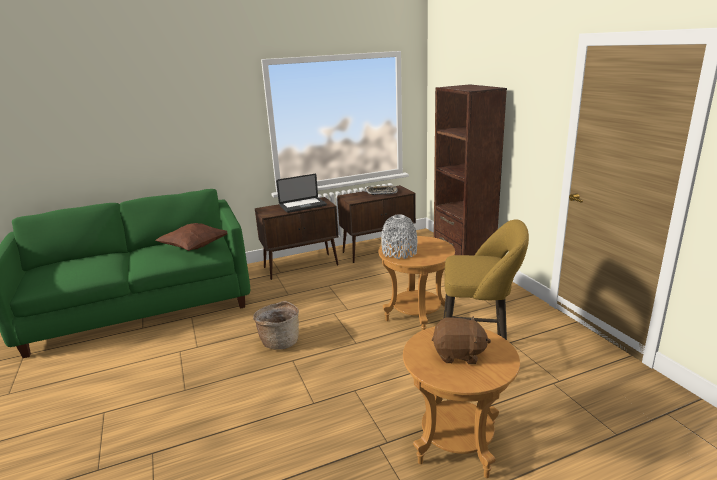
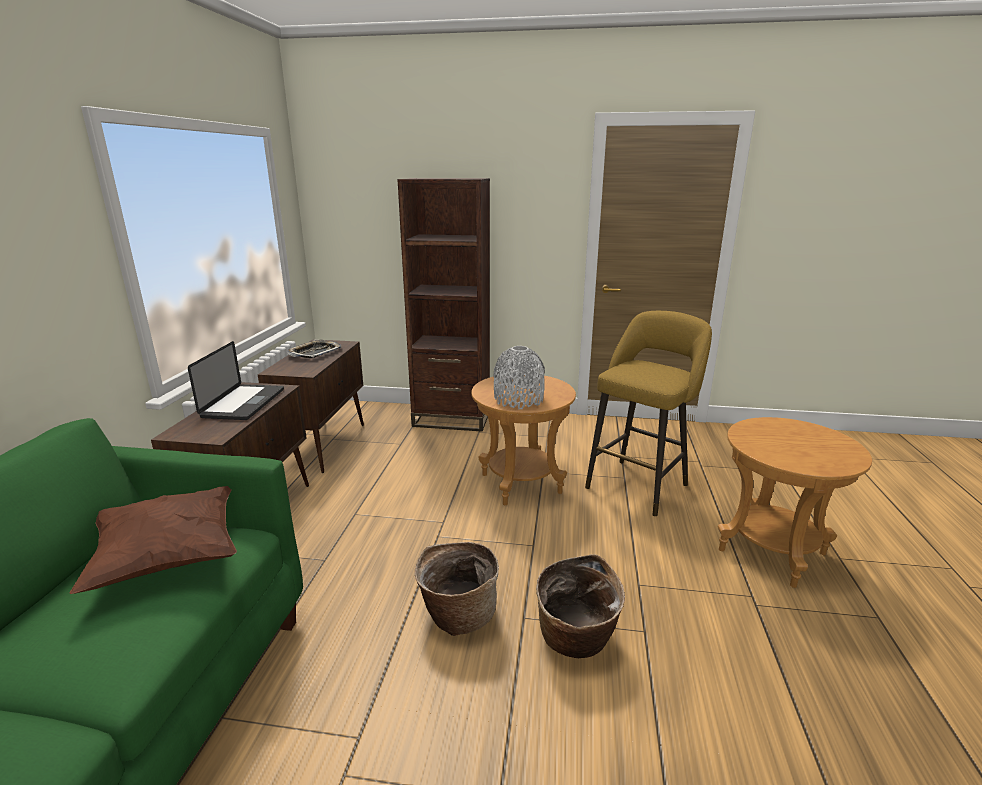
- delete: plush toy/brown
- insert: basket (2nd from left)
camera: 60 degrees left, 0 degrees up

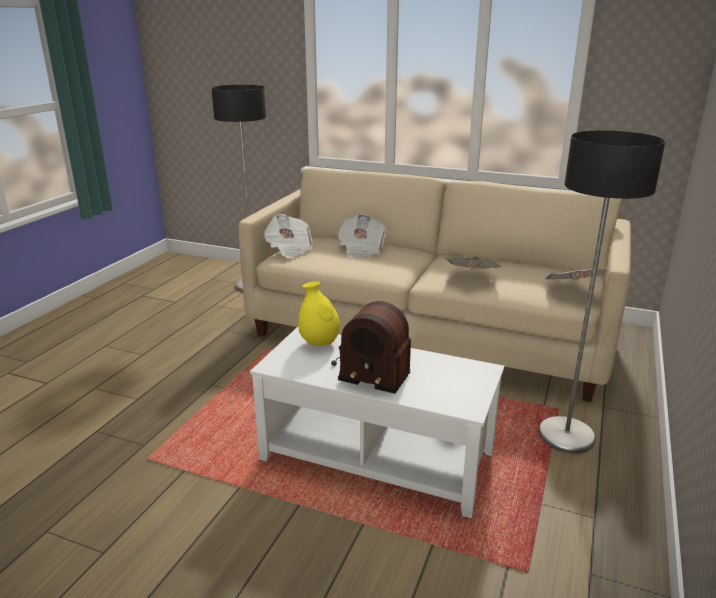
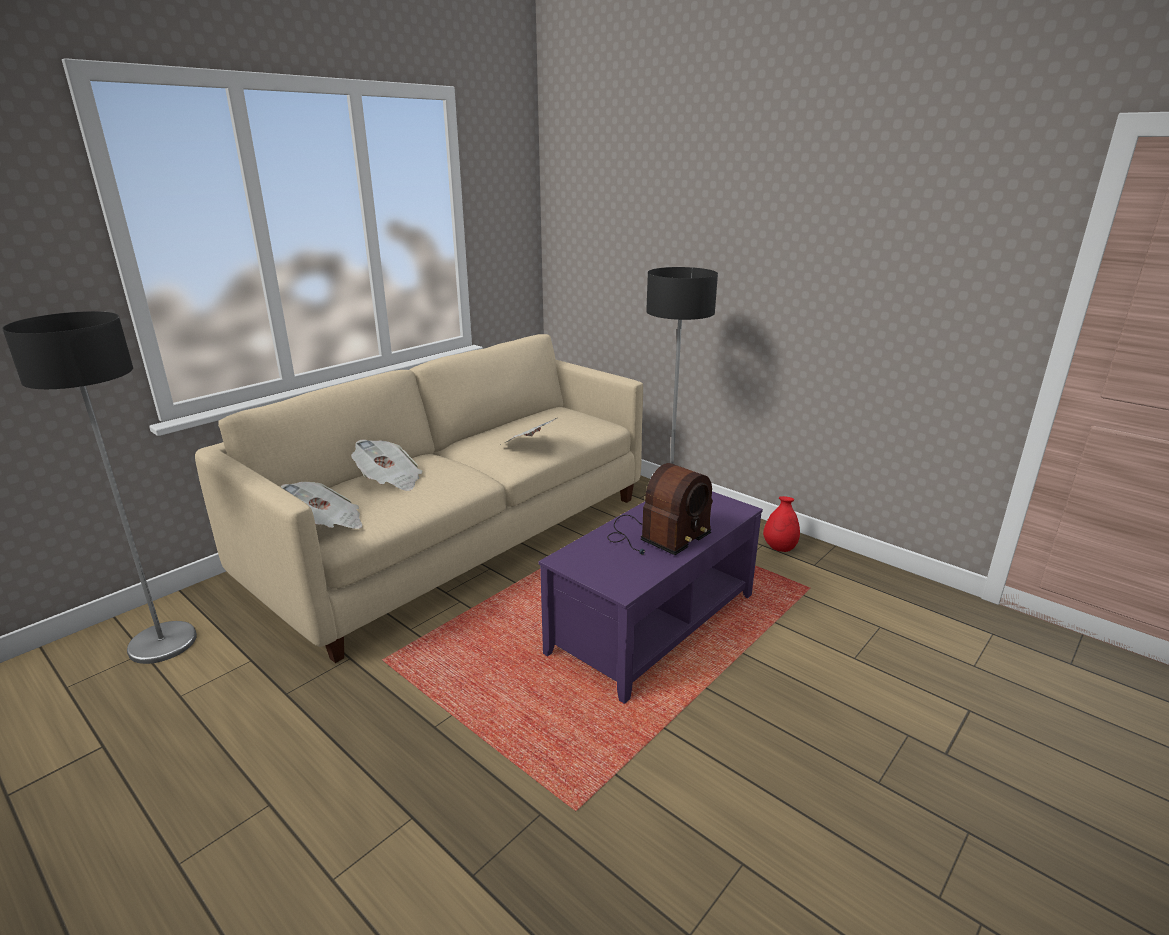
- delete: newspaper (4th from left)
- delete: vase/yellow
- recolor: coffee table/white to coffee table/purple
- insert: vase/red
camera: 70 degrees left, 0 degrees up

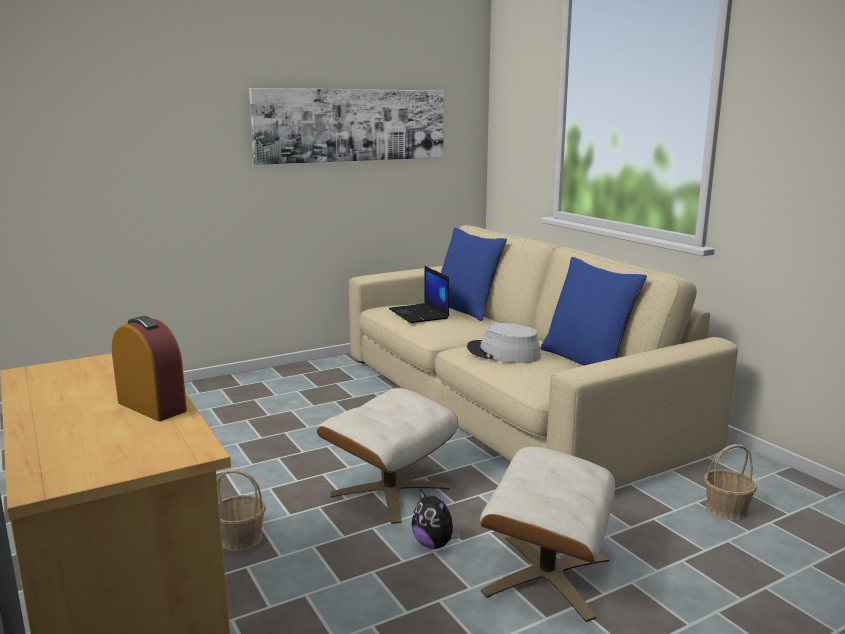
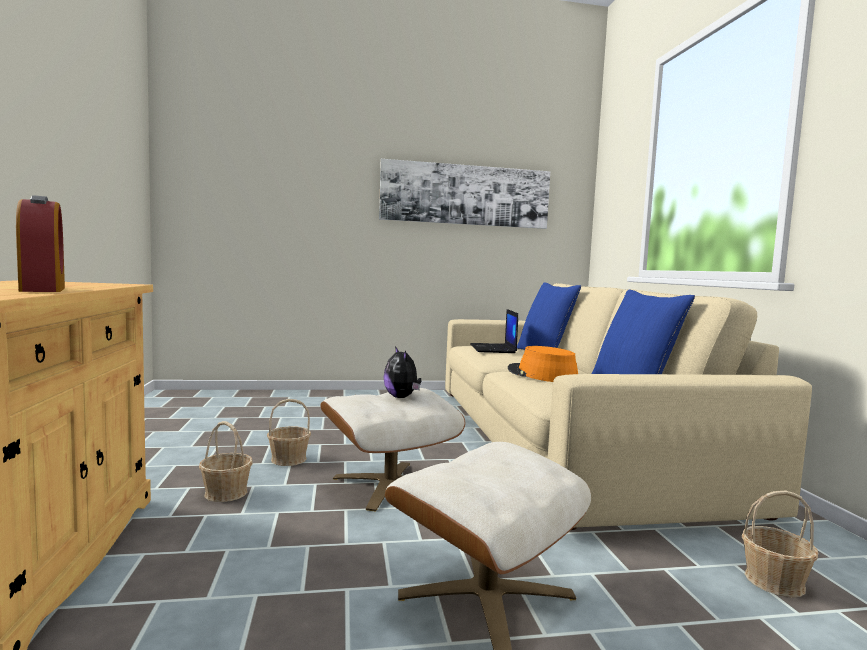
- recolor: hat/grey to hat/orange
- move: plush toy
- insert: basket (2nd from left)
camera: 20 degrees right, 10 degrees down

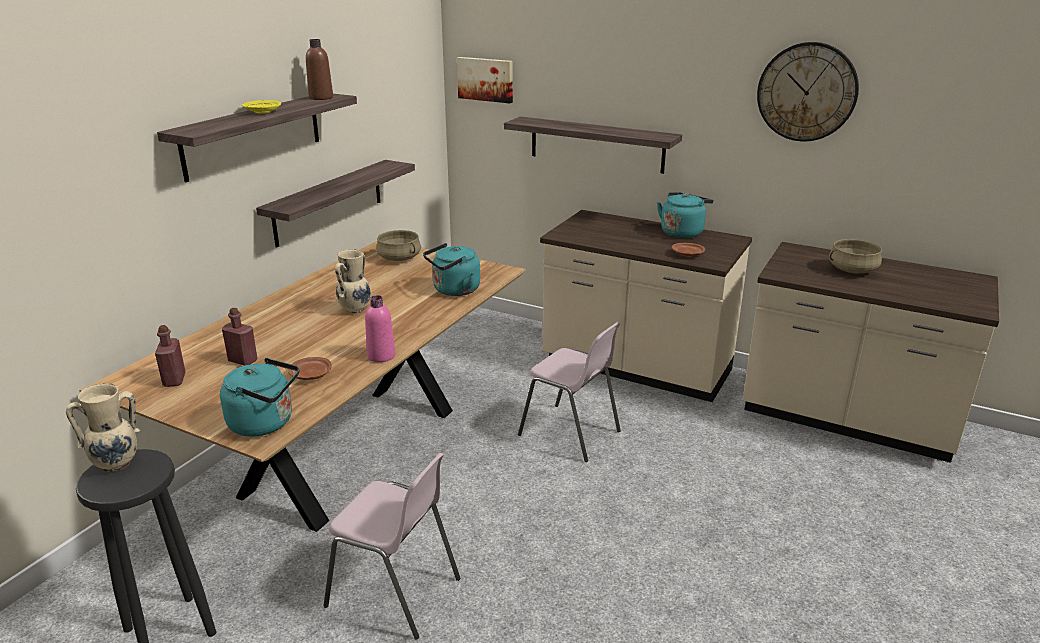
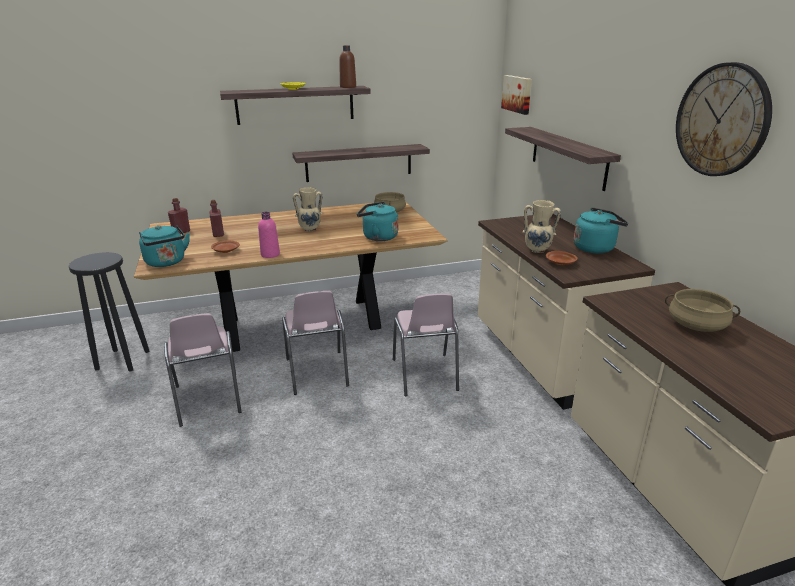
- move: vase/beige (1st from left in the first image) to vase/beige (2nd from left)
- insert: chair/pink (2nd from left)
camera: 45 degrees right, 0 degrees up

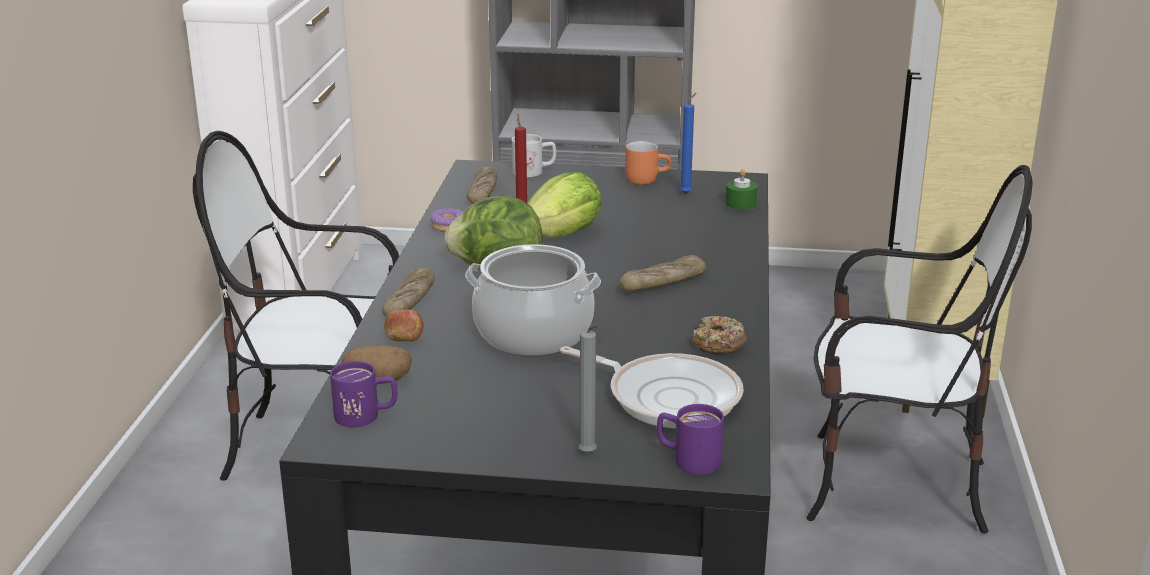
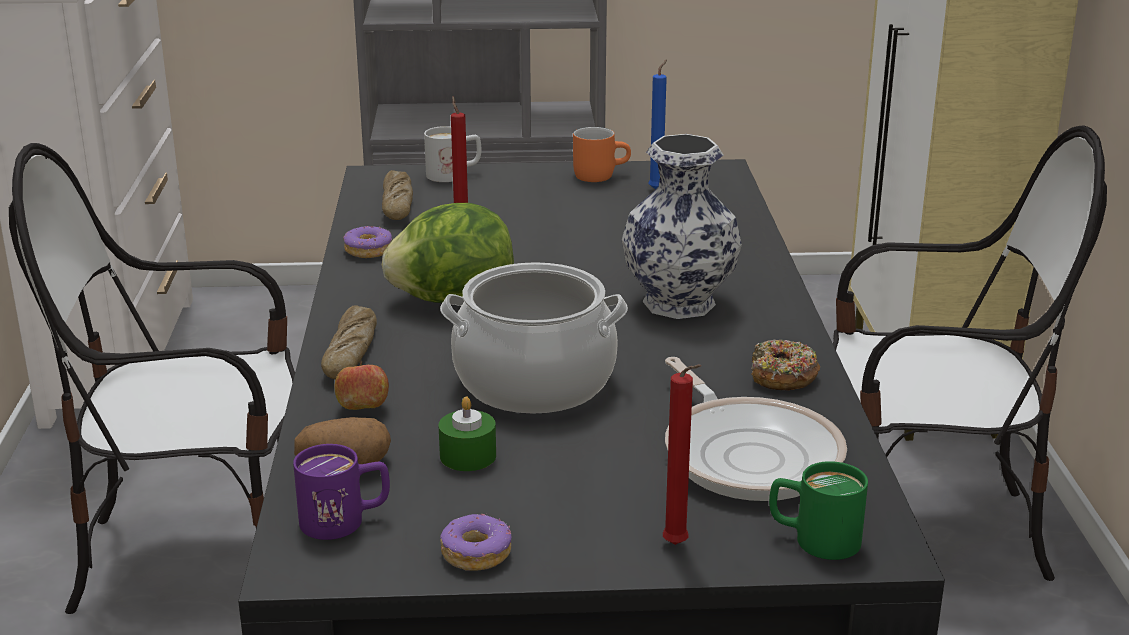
- move: candle/green
- delete: lettuce (2nd from left)
- replace: bread (3rd from left) to vase
- recolor: candle/grey to candle/red (2nd from left)
- rotate: frying pan 45 degrees clockwise
- recolor: mug/purple (2nd from left) to mug/green
- insert: donut (2nd from left)
camera: 10 degrees left, 0 degrees up

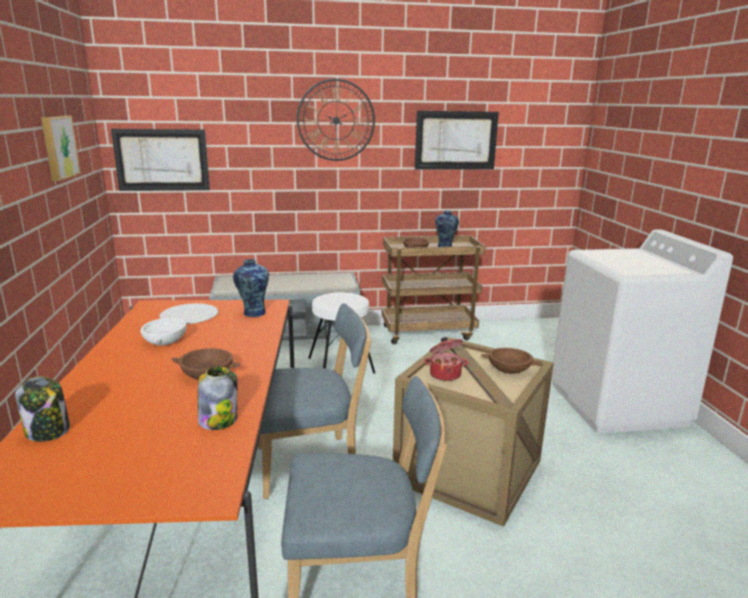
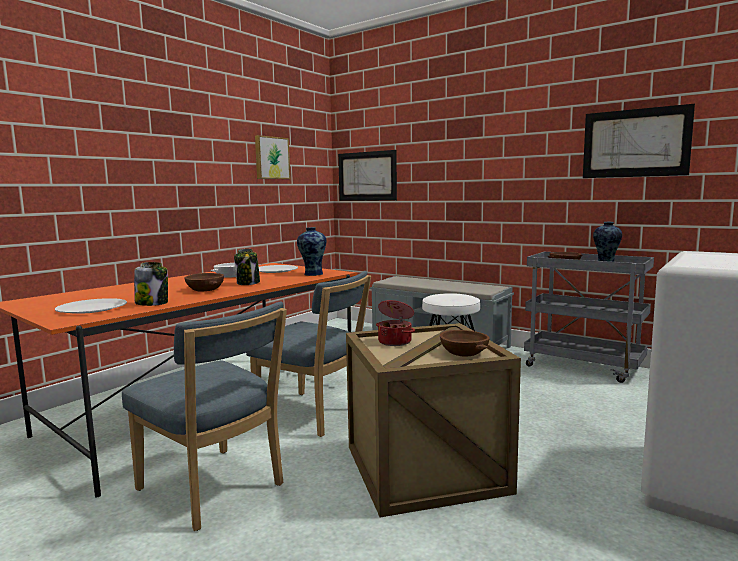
- delete: wall clock
- recolor: cart/brown to cart/grey
- move: jar (1st from left in the first image) to jar (2nd from left)
- insert: plate/white (1st from left)
camera: 45 degrees right, 10 degrees down

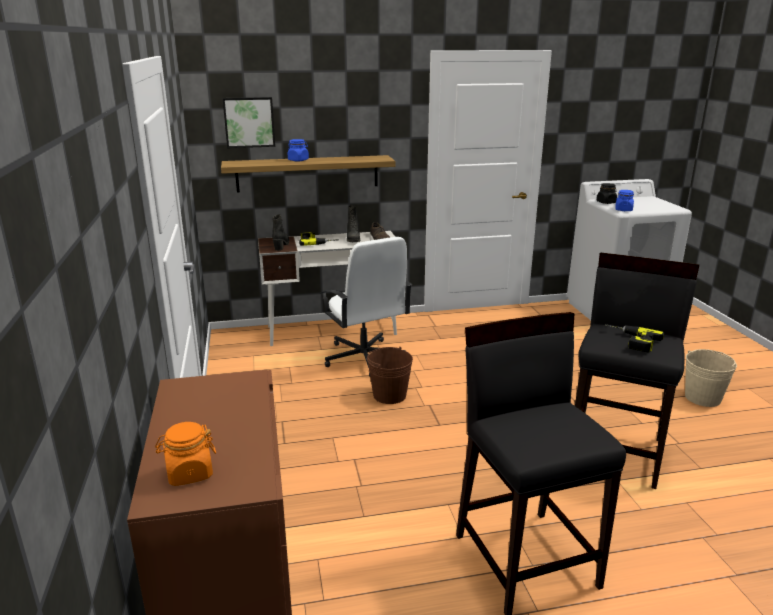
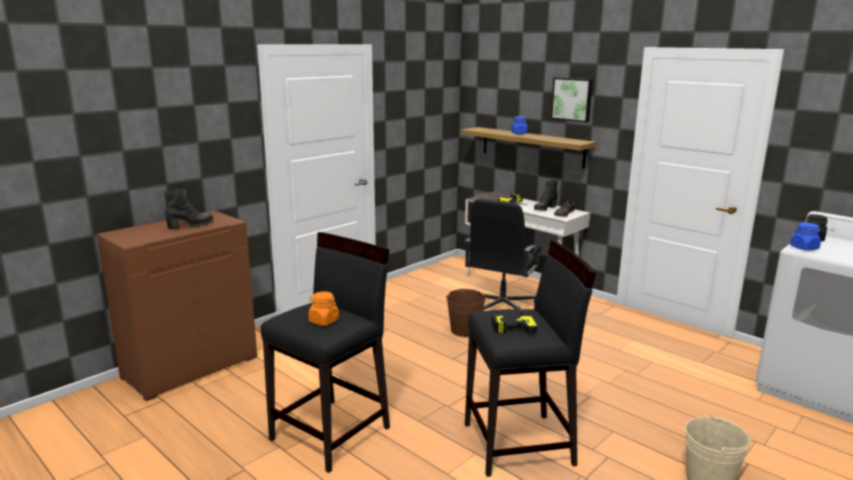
- move: picture
- move: boot/black (1st from left)
- recolor: office chair/white to office chair/black
- move: jar/orange
camera: 55 degrees right, 5 degrees down

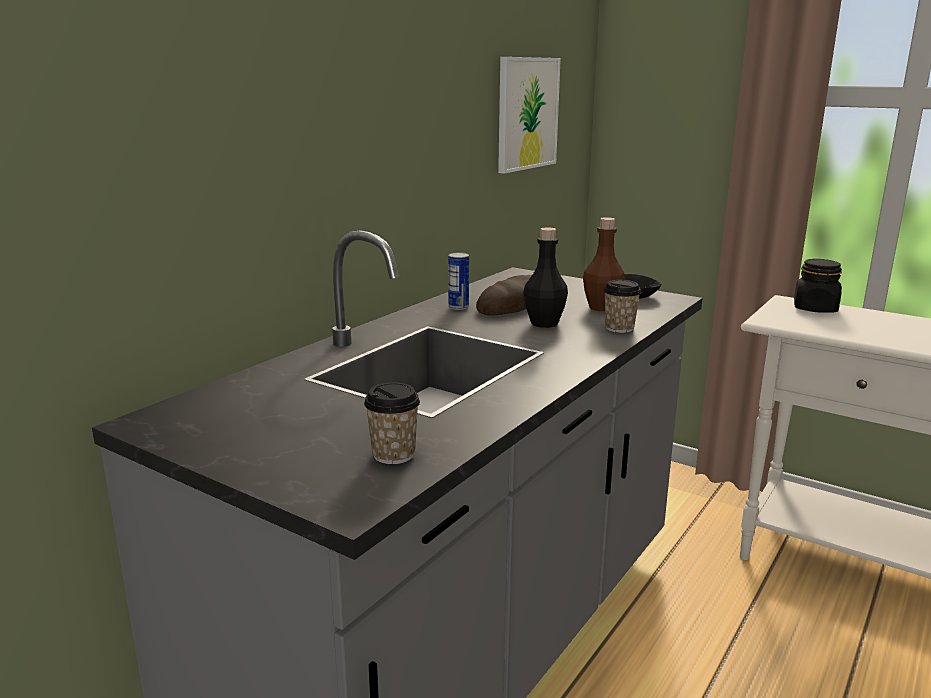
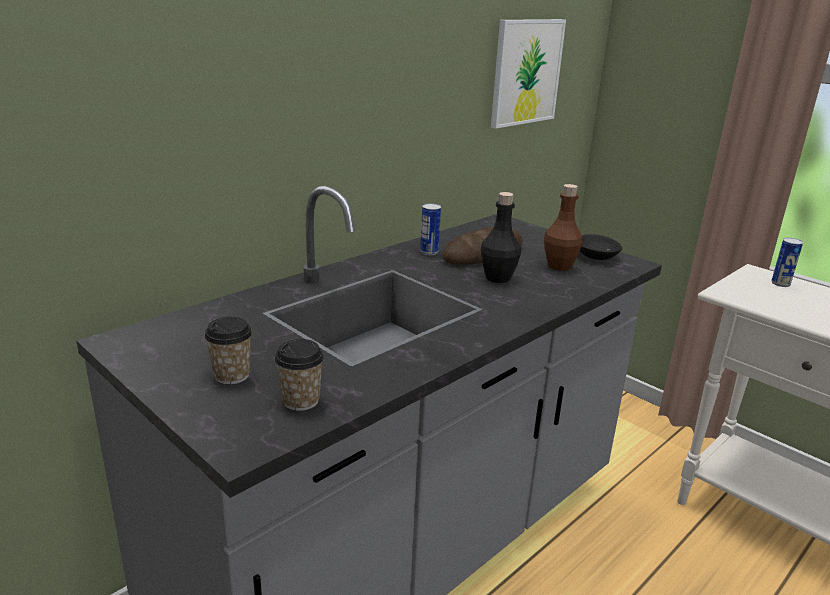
- replace: jar/black to can (2nd from left)
- move: cup (2nd from left in the first image) to cup (1st from left)
camera: 10 degrees right, 5 degrees up

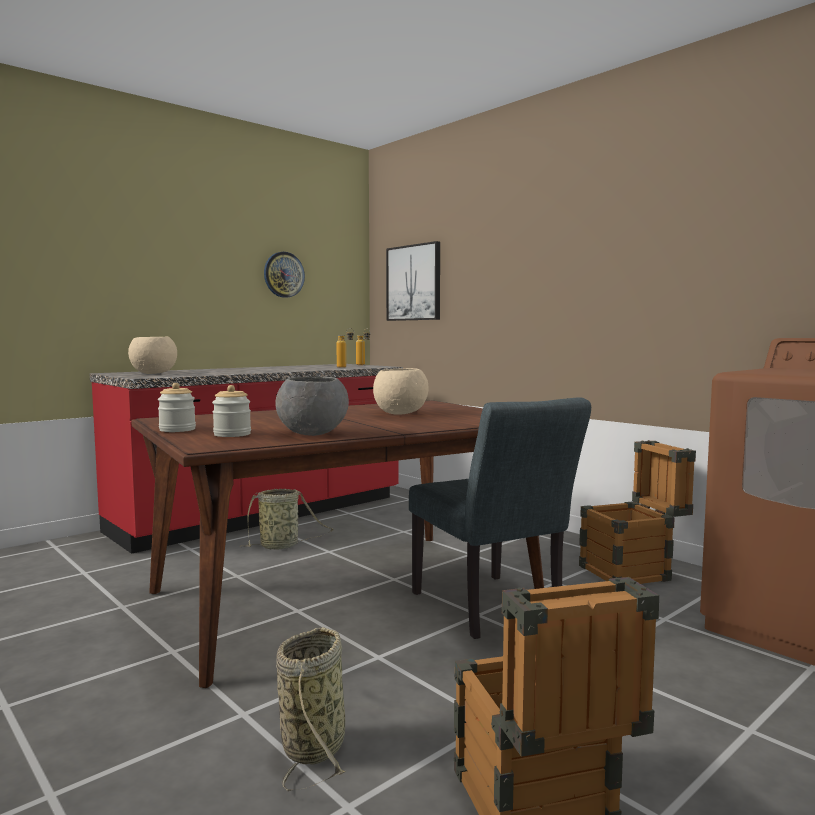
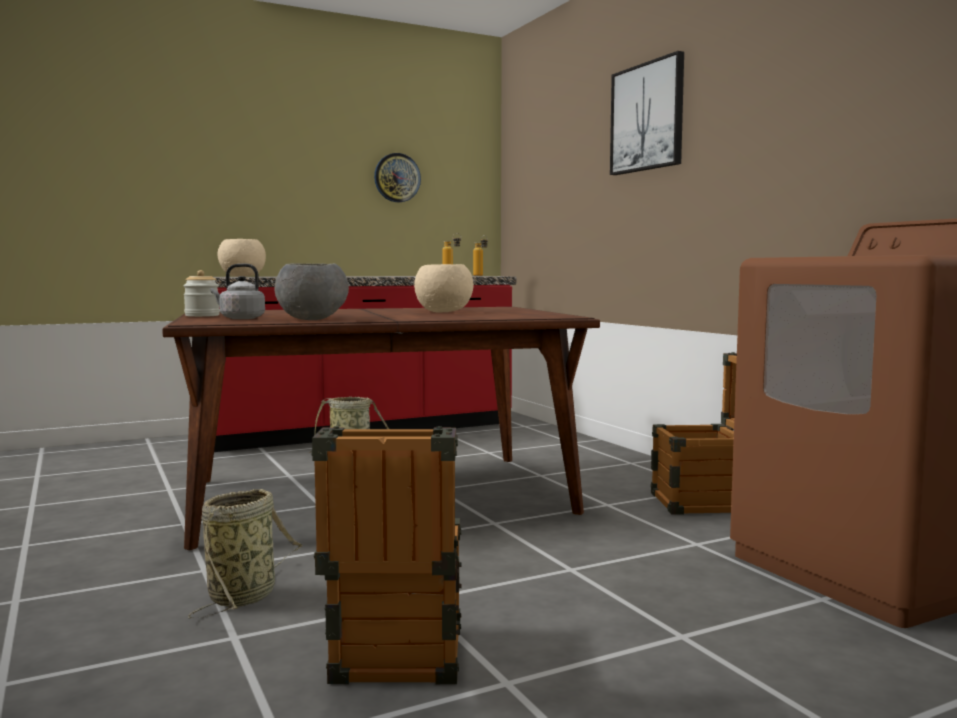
- move: picture
- replace: jar (2nd from left) to kettle/grey
- delete: chair/grey
camera: 15 degrees right, 0 degrees up

